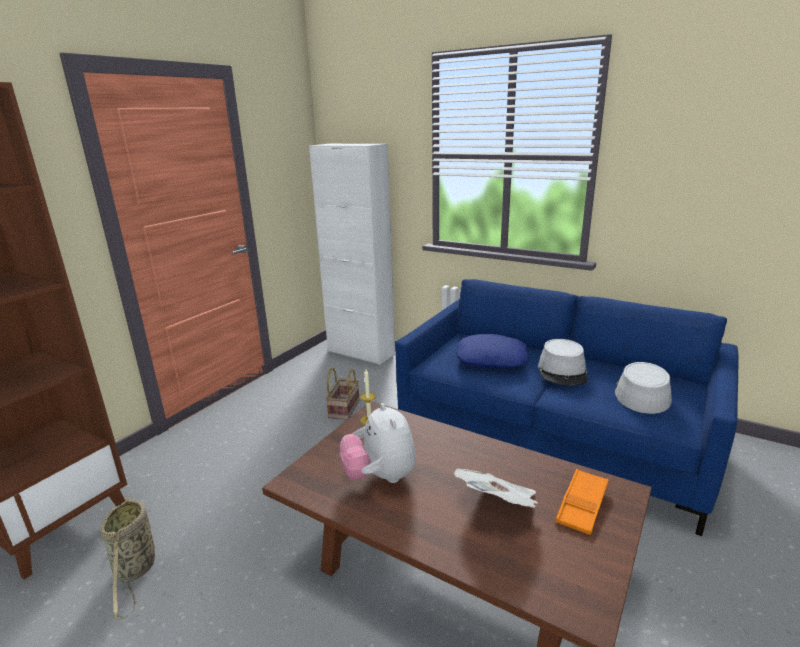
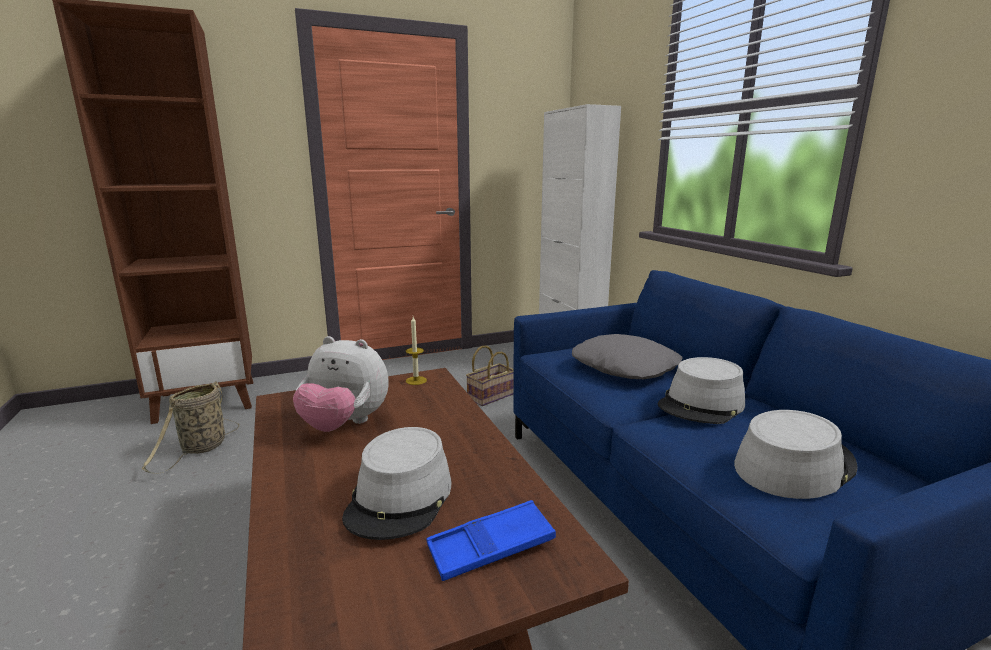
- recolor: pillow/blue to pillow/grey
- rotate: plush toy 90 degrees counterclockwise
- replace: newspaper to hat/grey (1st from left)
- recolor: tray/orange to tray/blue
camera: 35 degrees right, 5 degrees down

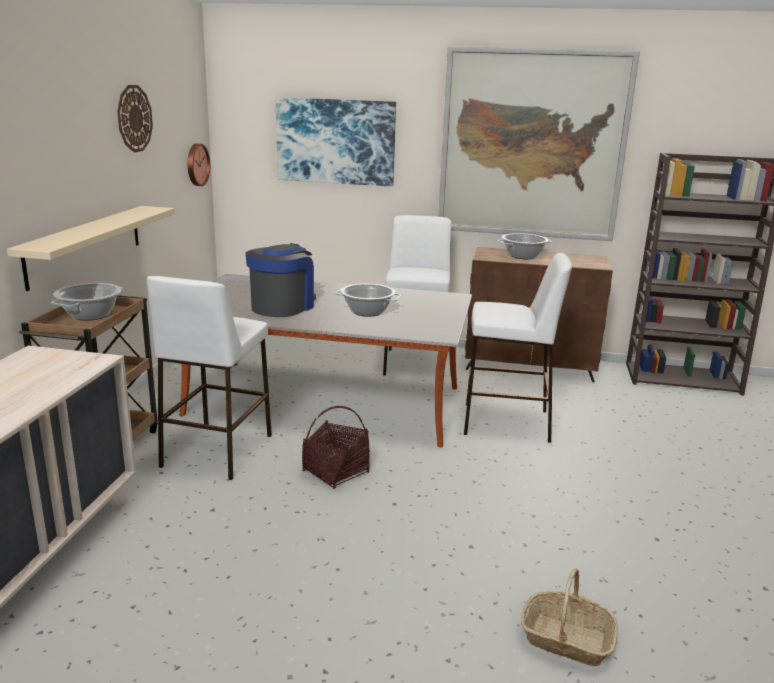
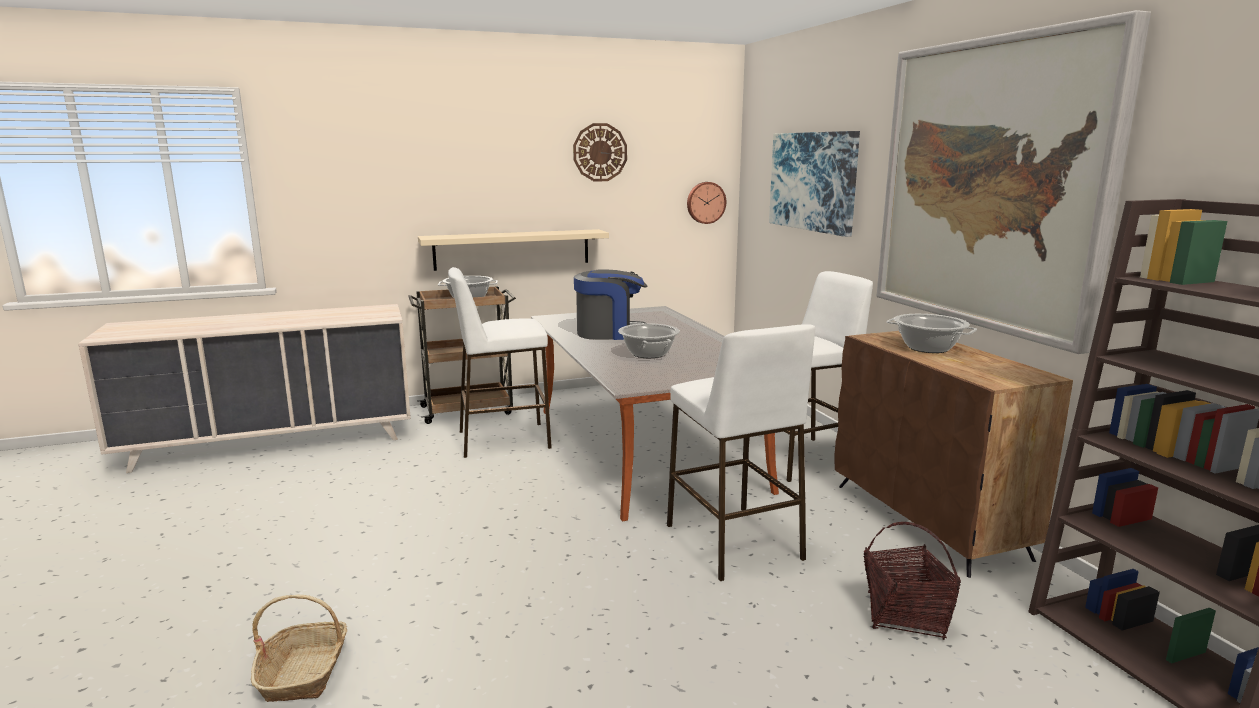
- move: basket (1st from left in the first image) to basket (2nd from left)
camera: 60 degrees right, 5 degrees down

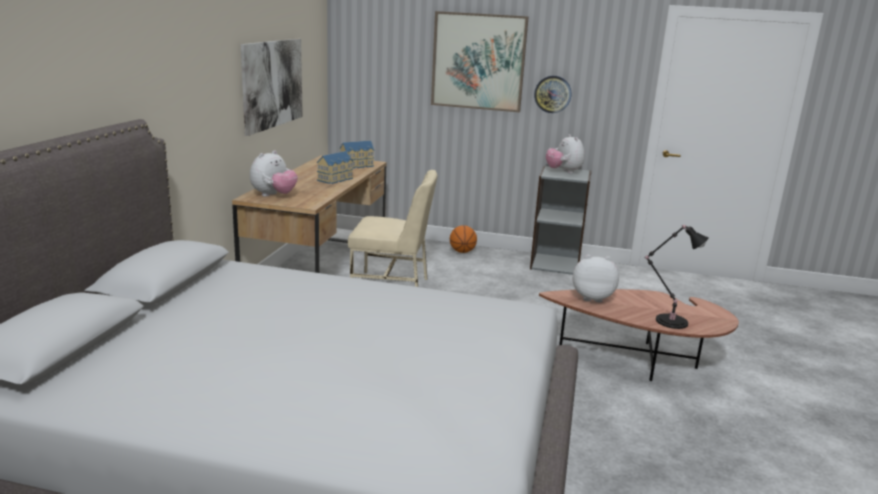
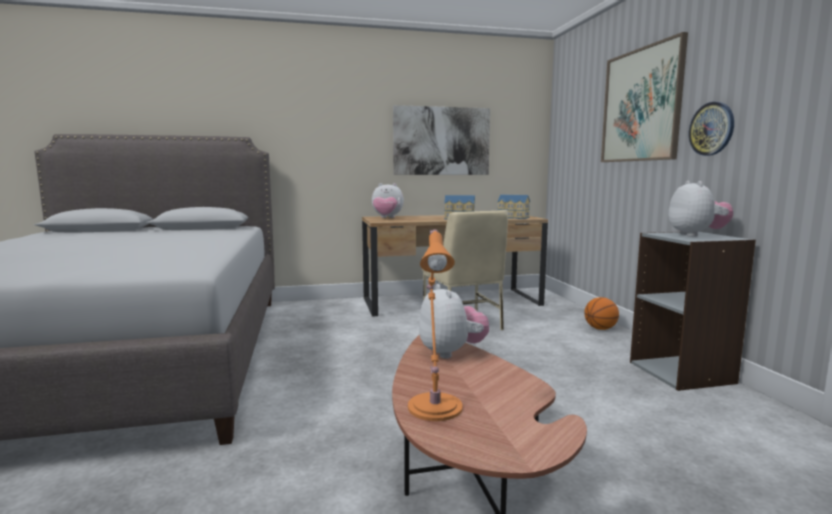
- rotate: plush toy (2nd from left in the first image) 135 degrees clockwise
- recolor: table lamp/black to table lamp/orange
camera: 65 degrees right, 10 degrees down

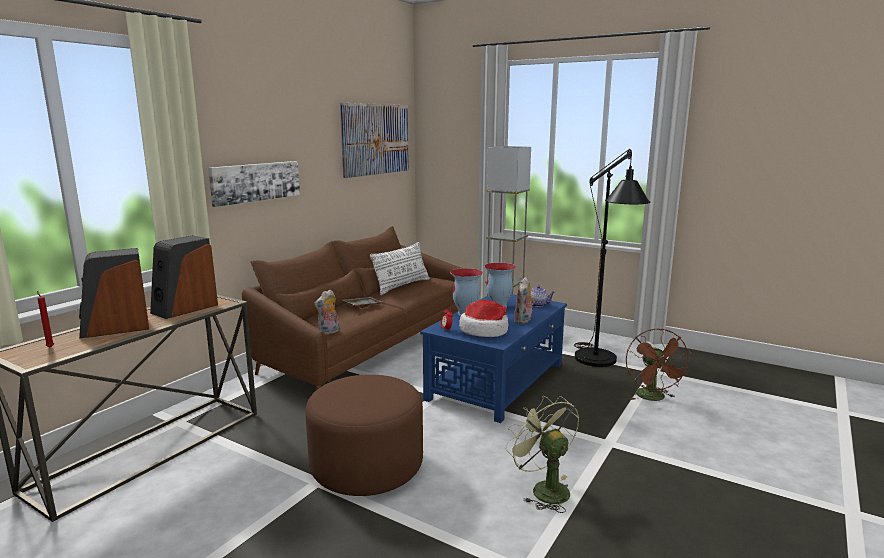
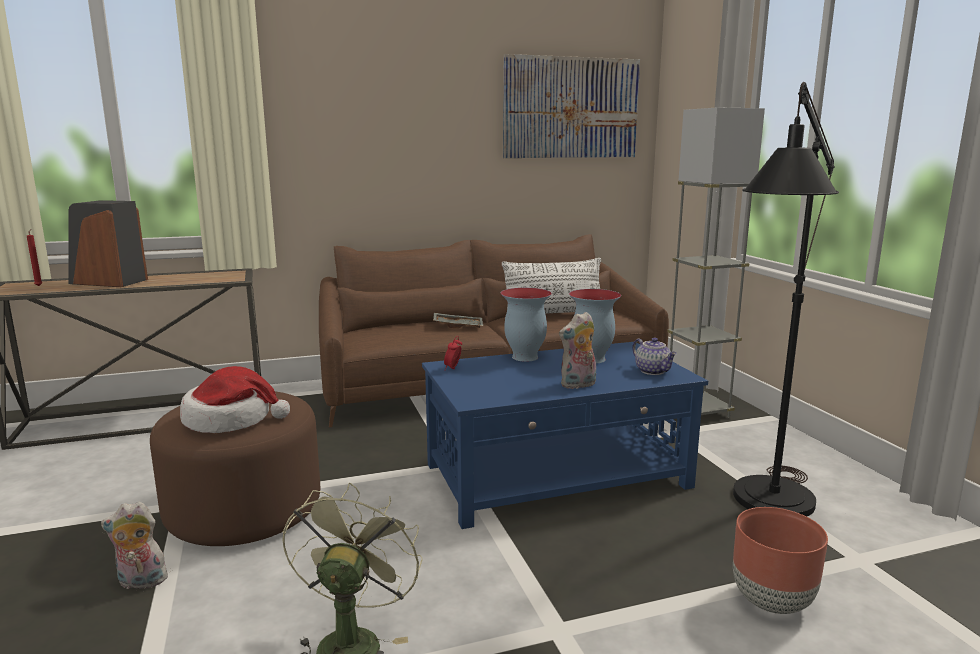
- delete: picture (1st from left)
- delete: speaker (2nd from left)
- move: plush toy (1st from left)
- move: hat
- replace: fan/brown to planter/brown
camera: 40 degrees right, 0 degrees up

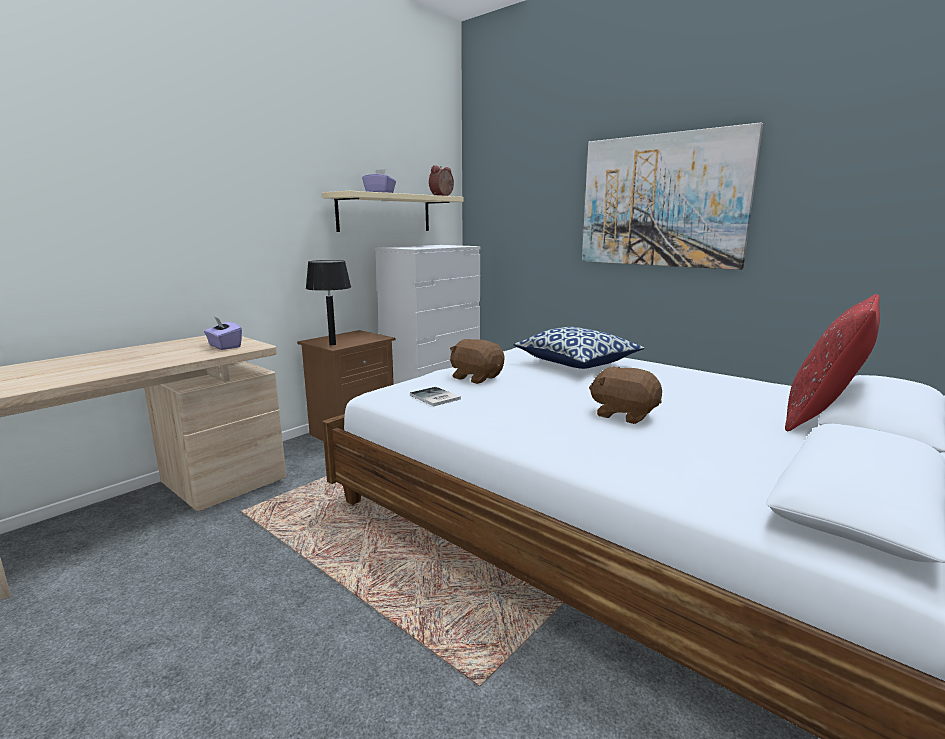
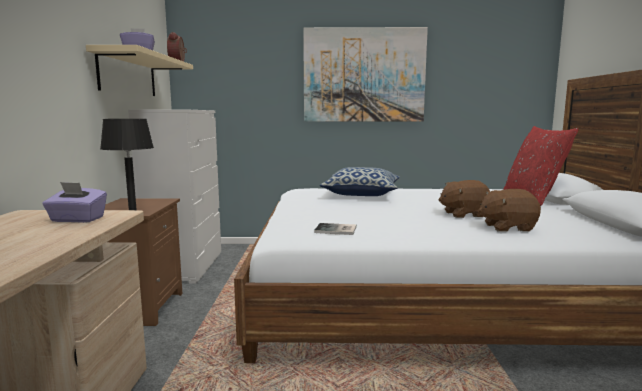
- move: plush toy/brown (1st from left in the first image) to plush toy/brown (2nd from left)
camera: 40 degrees left, 5 degrees down

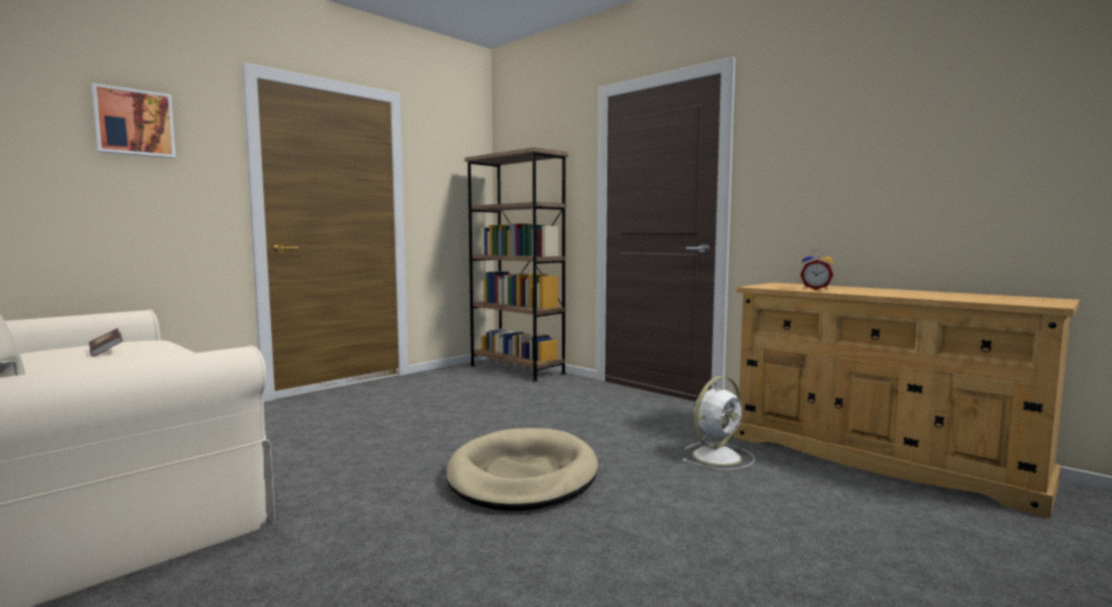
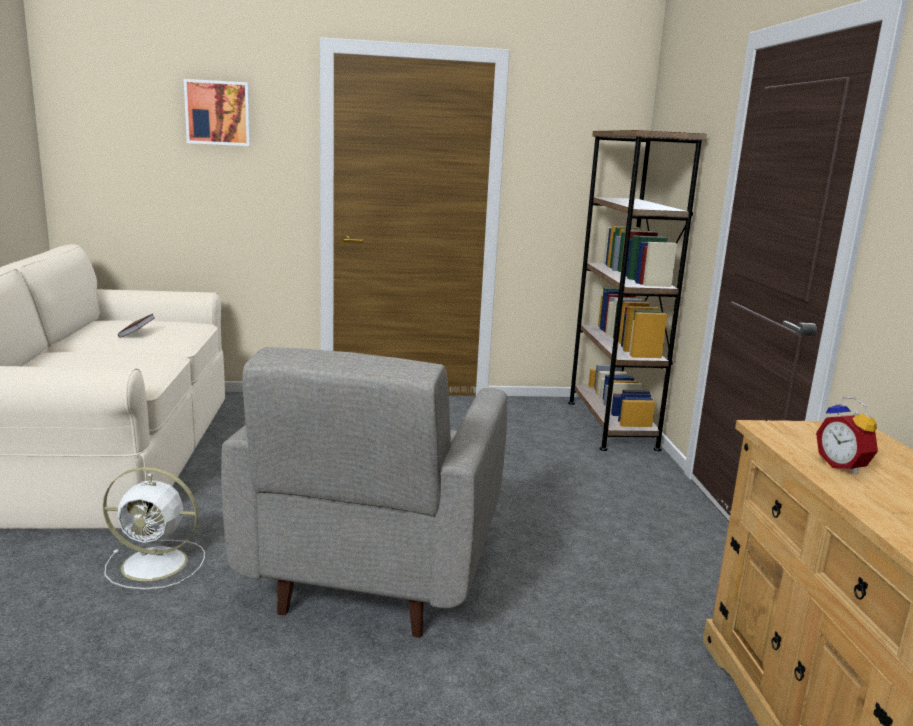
- move: fan/white
- replace: dog bed/beige to armchair/grey
camera: 40 degrees right, 10 degrees up

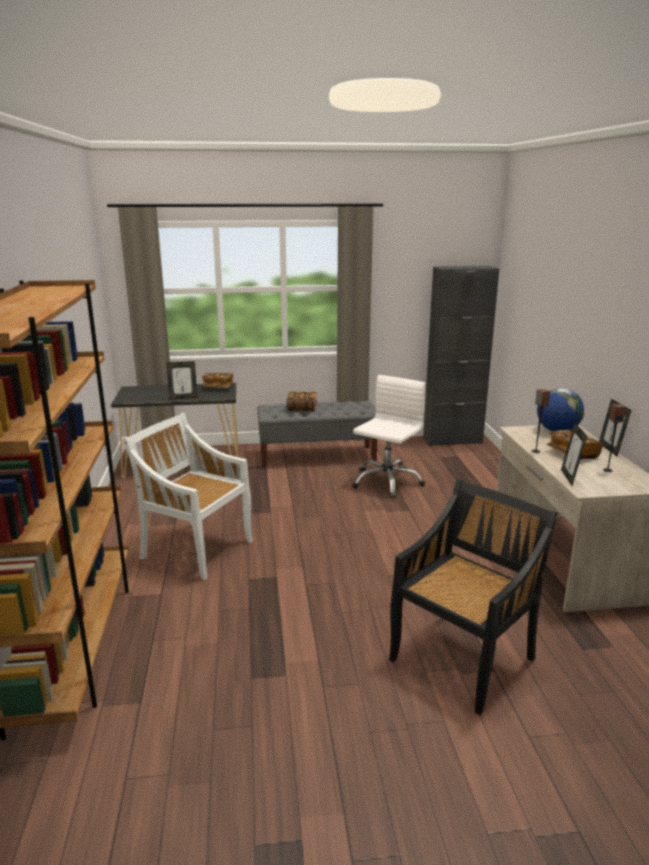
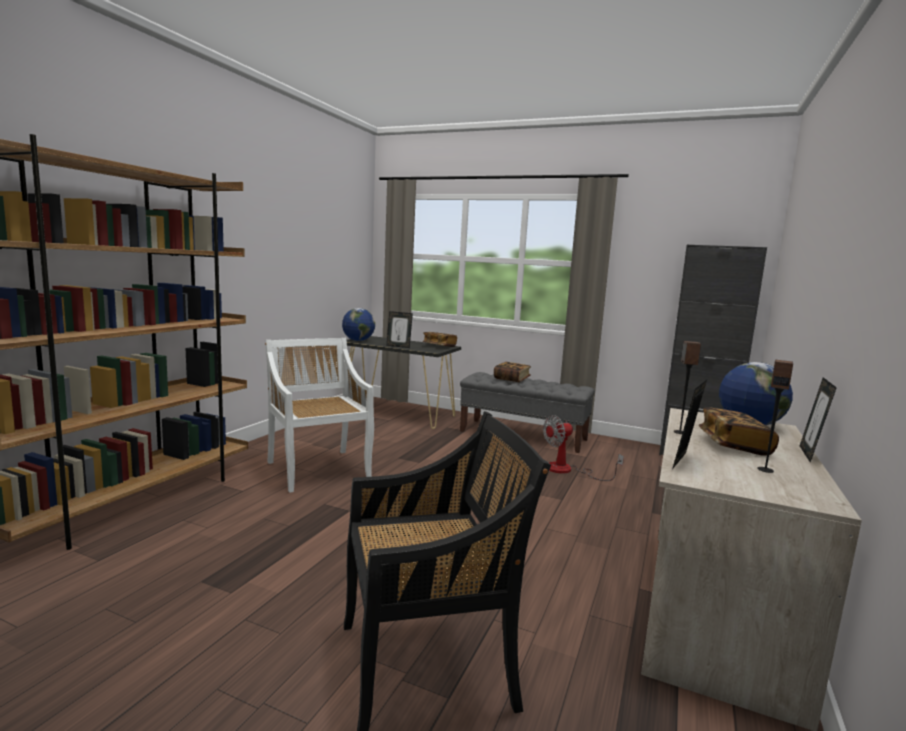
- replace: office chair/white to fan
- insert: globe (1st from left)
camera: 30 degrees right, 10 degrees down

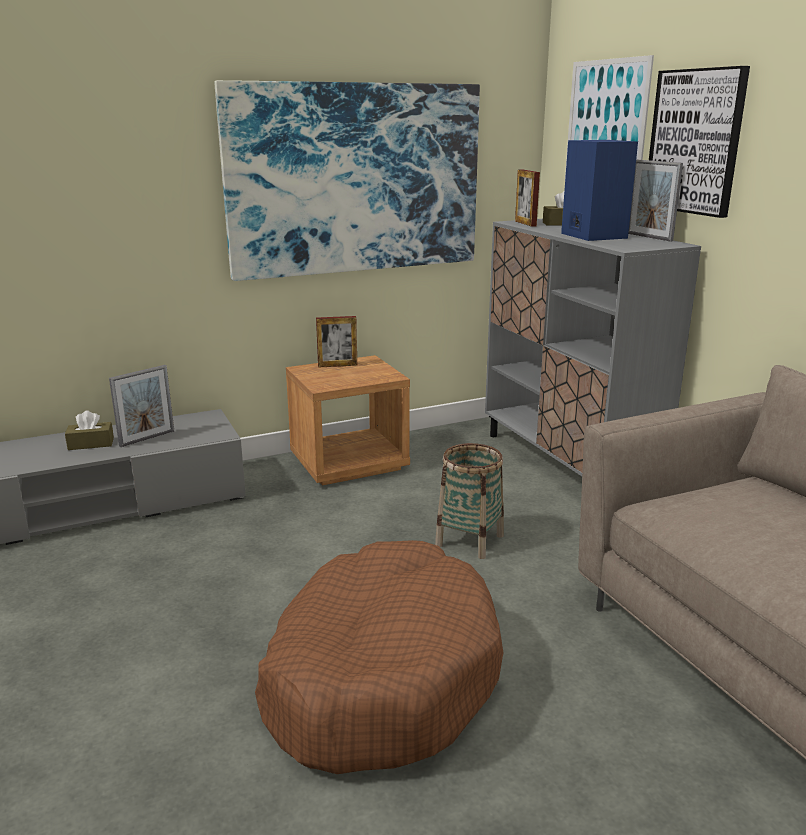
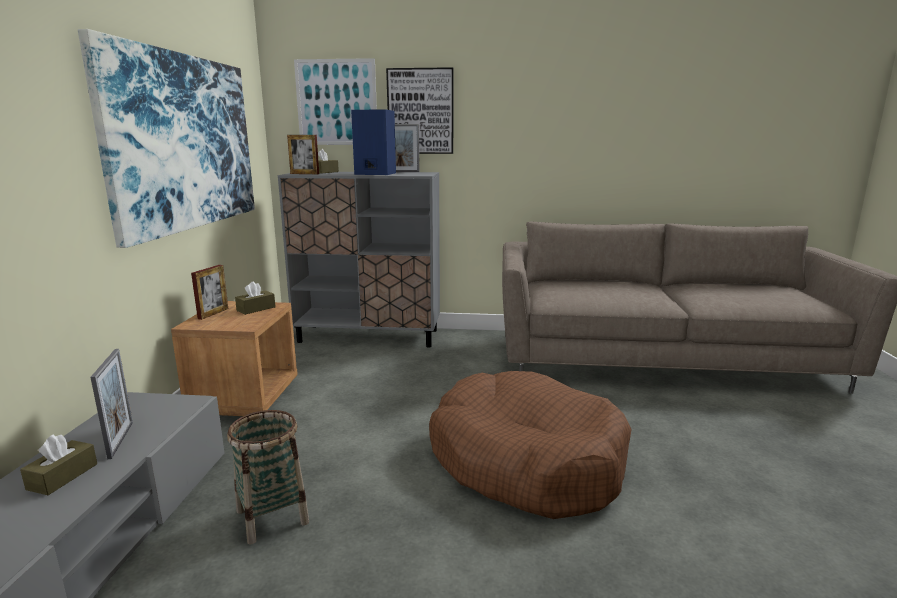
- move: basket
- insert: tissue box/brown (2nd from left)
camera: 60 degrees left, 5 degrees down

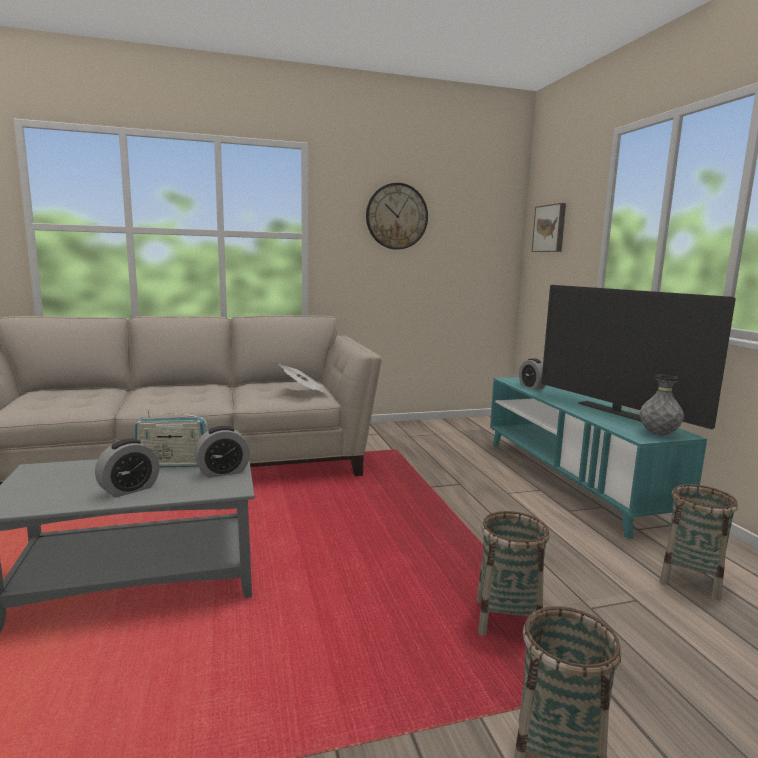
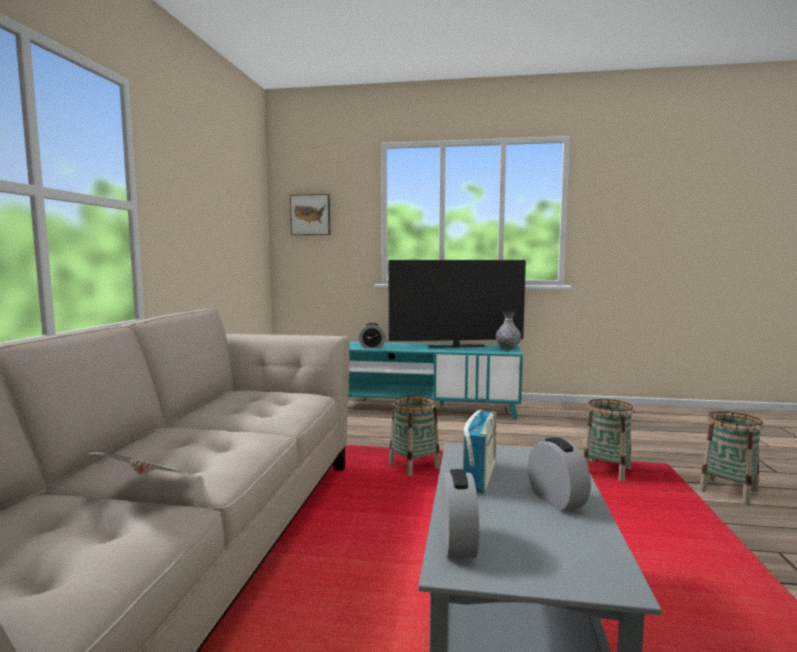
- delete: wall clock
- move: newspaper
- move: alarm clock (2nd from left)
- move: basket (3rd from left in the first image) to basket (1st from left)
camera: 65 degrees left, 5 degrees down

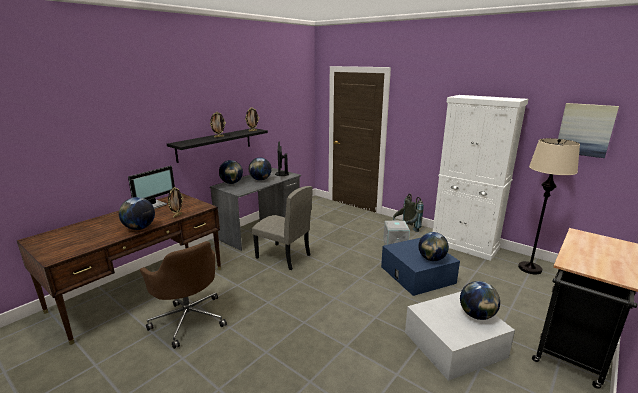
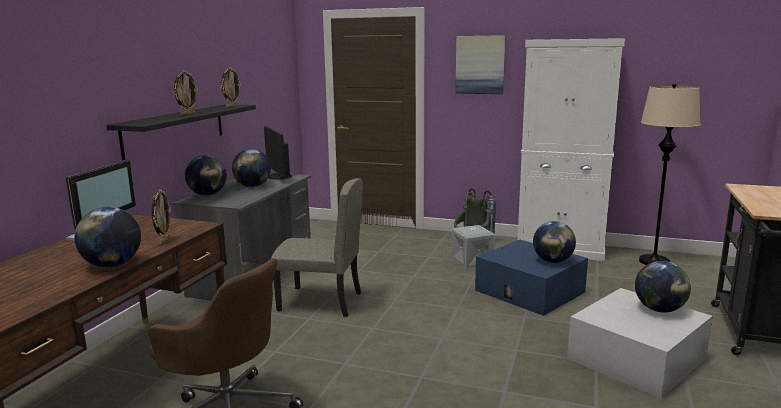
- move: picture
camera: 20 degrees left, 5 degrees down

